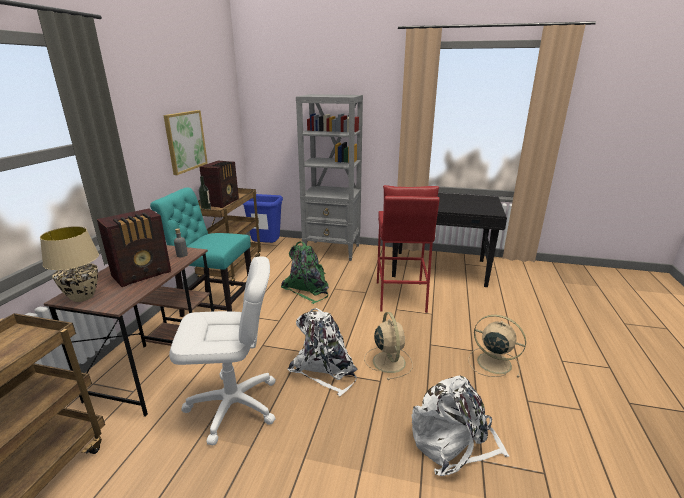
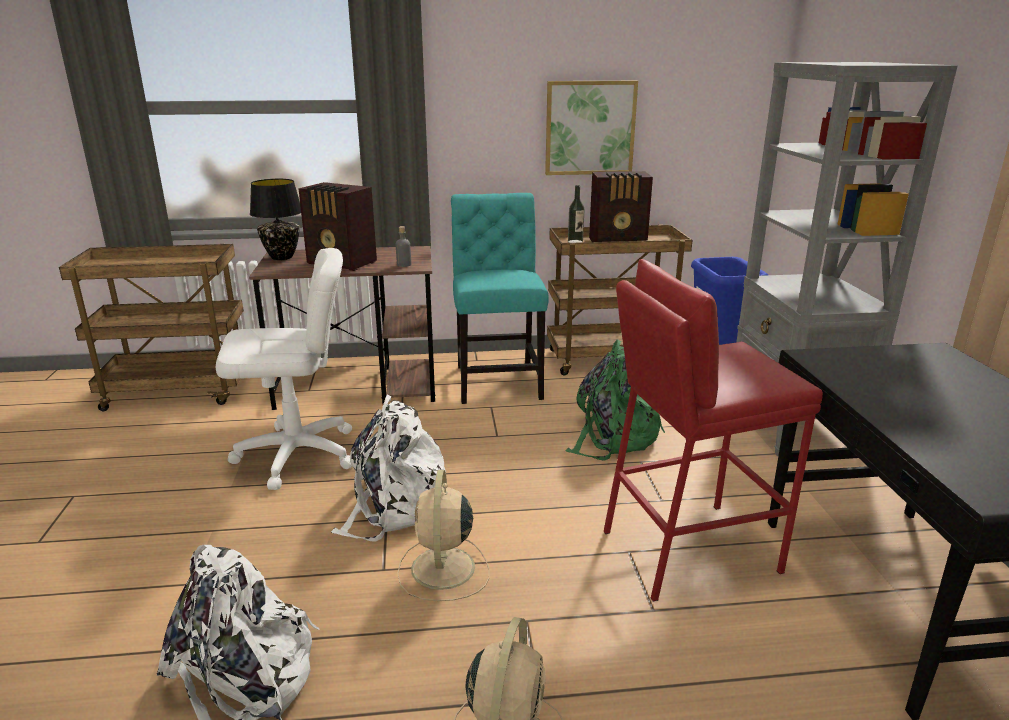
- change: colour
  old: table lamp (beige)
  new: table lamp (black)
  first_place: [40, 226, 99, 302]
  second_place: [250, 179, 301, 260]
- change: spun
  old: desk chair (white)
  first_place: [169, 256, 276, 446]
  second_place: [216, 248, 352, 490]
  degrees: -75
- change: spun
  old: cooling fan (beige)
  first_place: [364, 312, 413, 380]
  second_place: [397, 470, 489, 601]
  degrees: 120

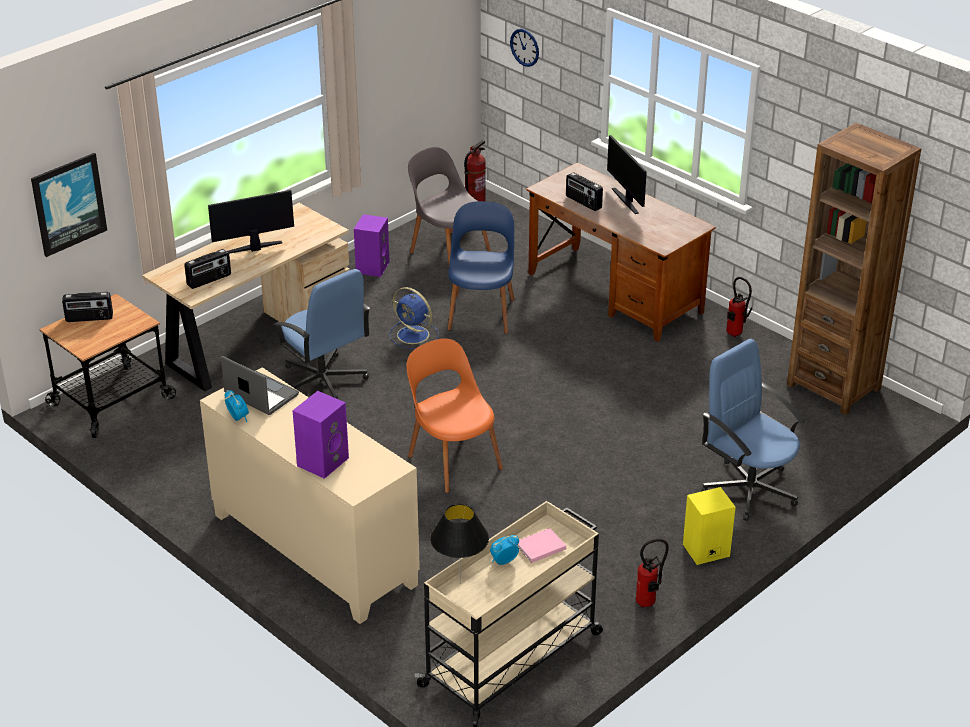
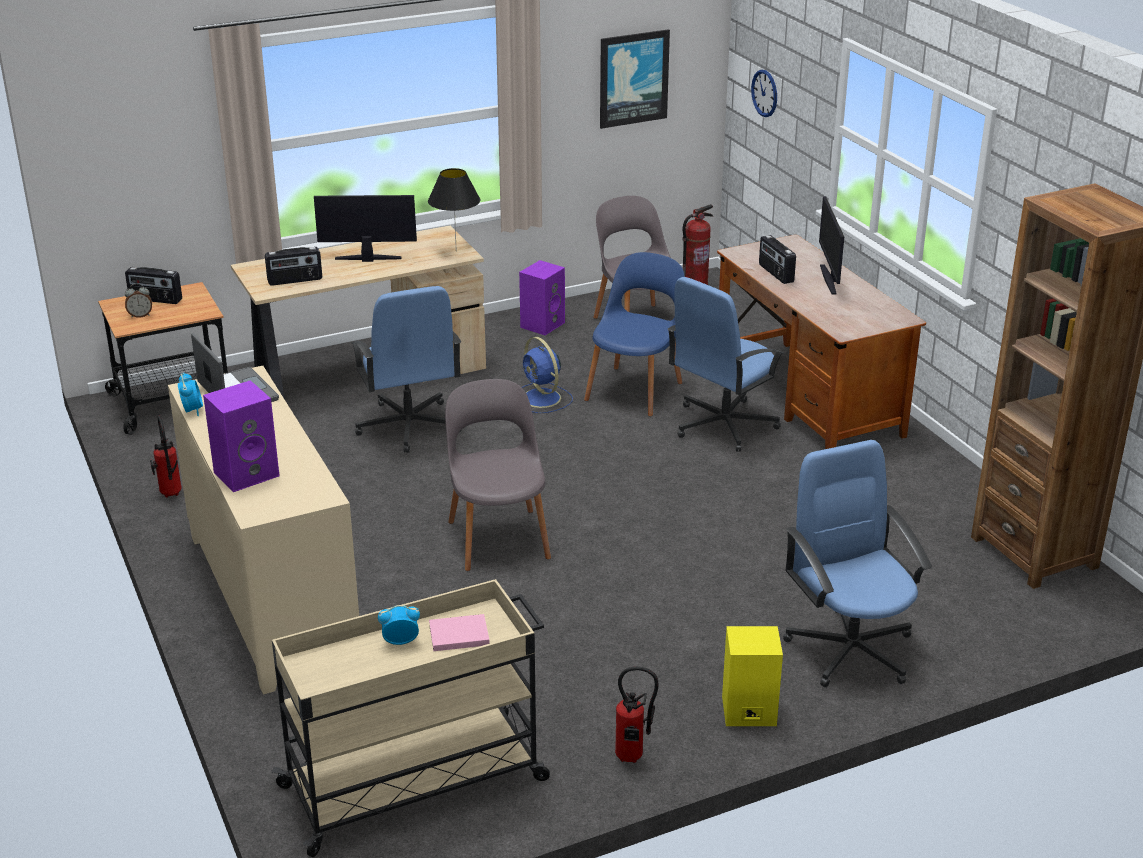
- change: relocated
  old: picture
  first_place: [31, 153, 107, 257]
  second_place: [600, 29, 670, 129]
- change: colour
  old: plain chair (orange-coloured)
  new: plain chair (gray)
  first_place: [407, 338, 503, 493]
  second_place: [445, 379, 551, 571]
- change: relocated
  old: table lamp (black)
  first_place: [430, 504, 489, 584]
  second_place: [428, 168, 480, 251]
- change: relocated
  old: extinguisher
  first_place: [726, 277, 752, 337]
  second_place: [150, 415, 182, 498]
- change: appeared
  new: table clock
  second_place: [125, 283, 152, 318]
- change: appeared
  new: desk chair (bluish)
  second_place: [667, 277, 784, 452]

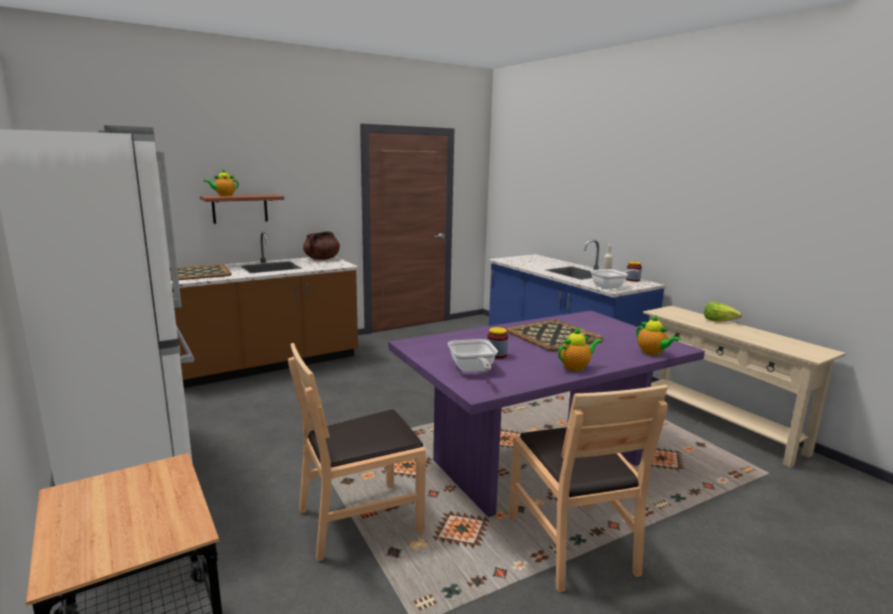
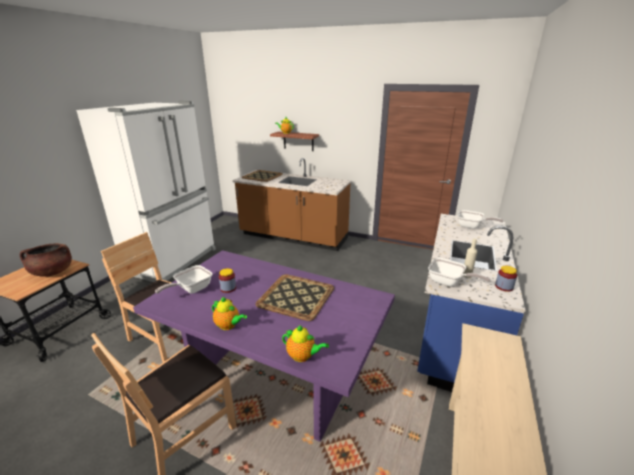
- change: relocated
  old: stockpot (brown-coloured)
  first_place: [303, 231, 340, 260]
  second_place: [20, 243, 72, 277]
- change: spun
  old: tea pot
  first_place: [636, 315, 681, 355]
  second_place: [282, 325, 329, 362]
  degrees: -90
- change: missing
  old: lettuce head
  first_place: [704, 302, 742, 322]
- change: appeared
  new: frying pan
  second_place: [458, 210, 503, 229]

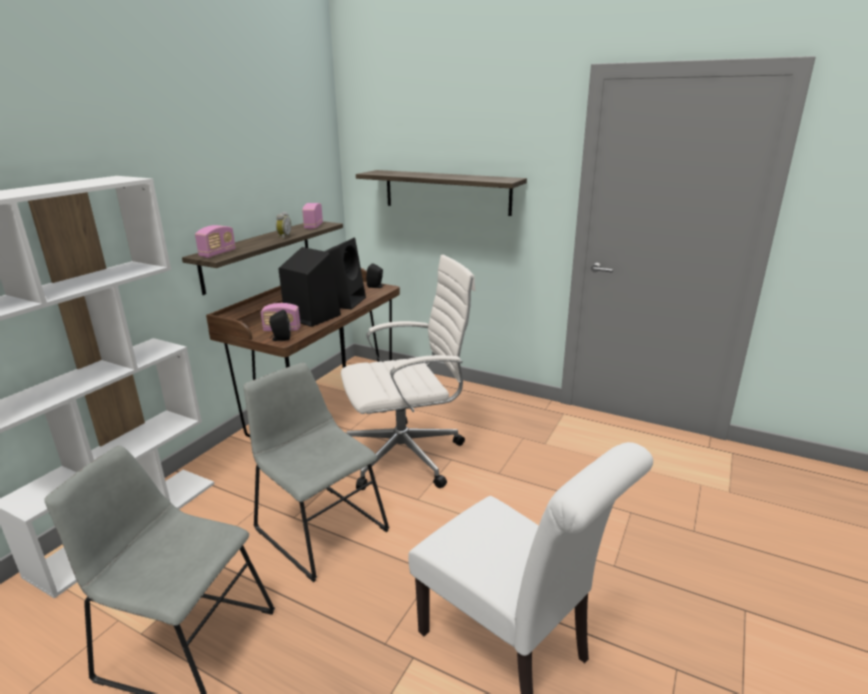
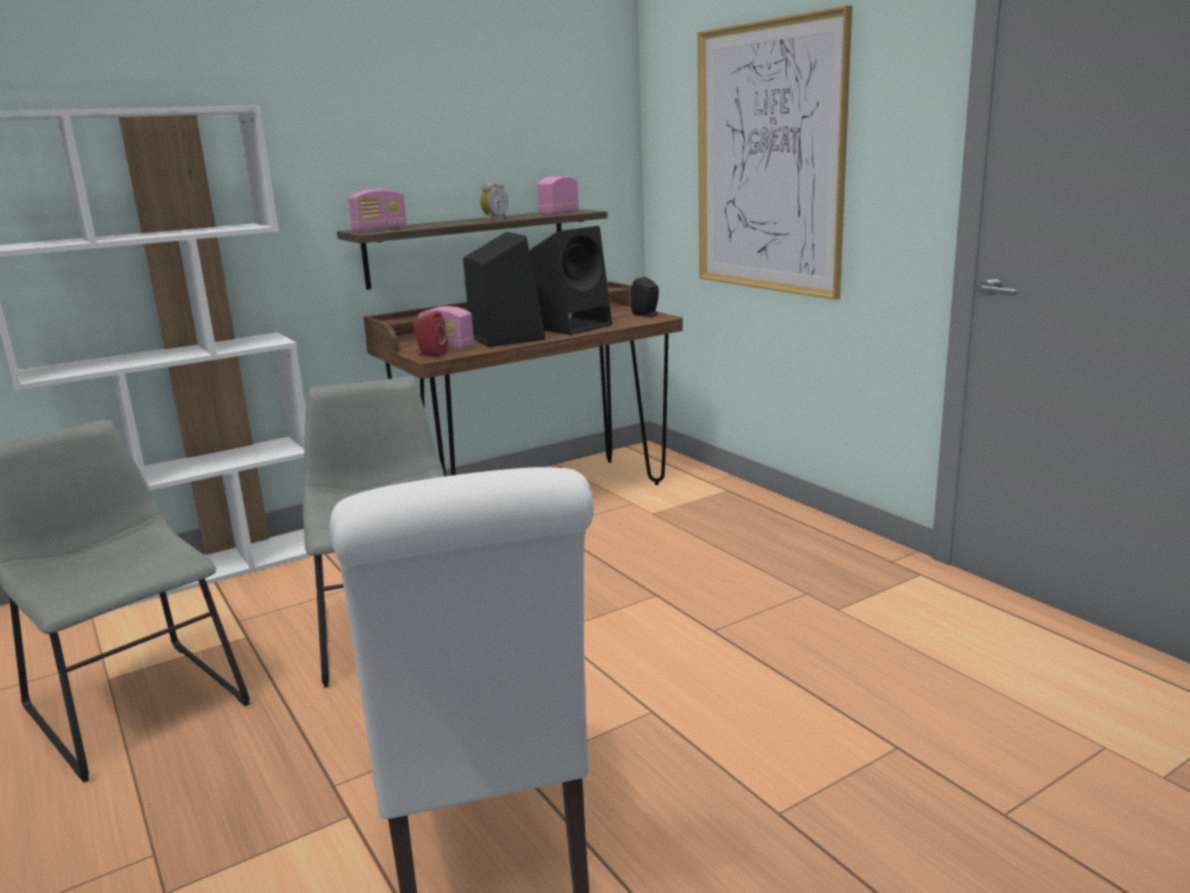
- change: colour
  old: speaker (black)
  new: speaker (red-coloured)
  first_place: [269, 310, 290, 341]
  second_place: [413, 311, 448, 357]
- change: missing
  old: desk chair (white)
  first_place: [341, 255, 476, 490]
- change: exchanged
  old: wall shelf
  new: picture
  first_place: [356, 170, 527, 216]
  second_place: [697, 5, 852, 300]

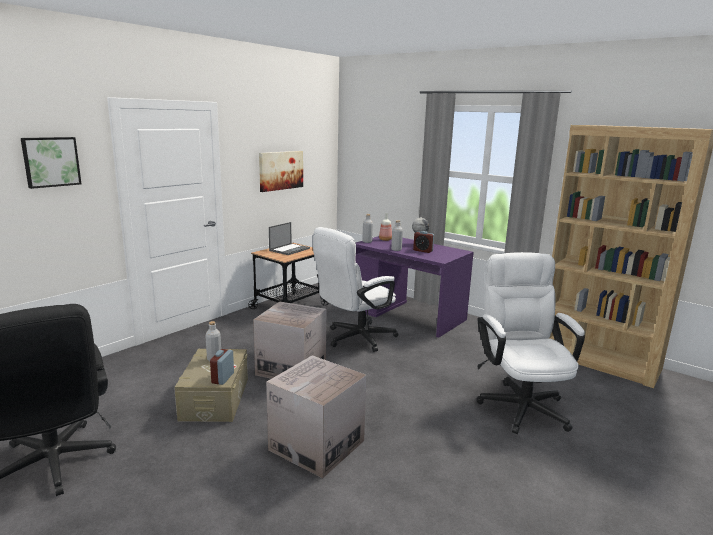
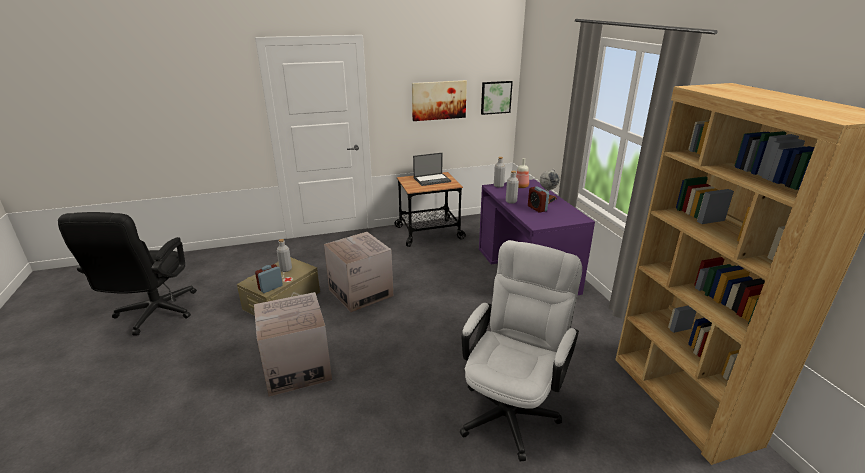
- change: relocated
  old: picture
  first_place: [21, 137, 81, 189]
  second_place: [481, 81, 513, 115]
- change: missing
  old: desk chair (white)
  first_place: [313, 227, 399, 352]

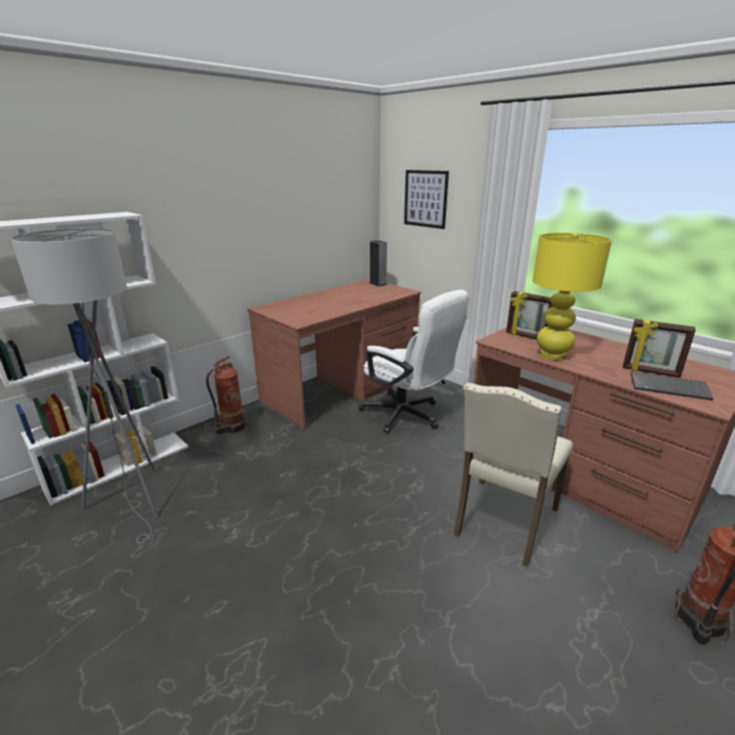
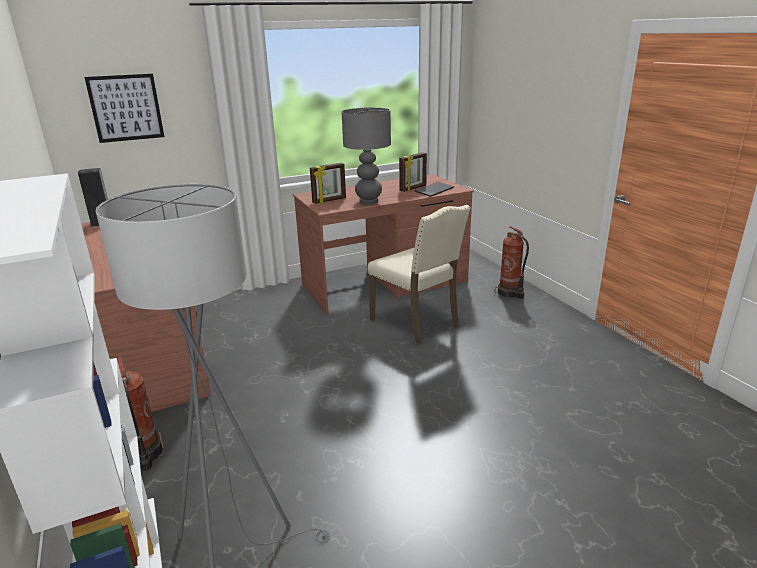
- change: missing
  old: desk chair (white)
  first_place: [359, 290, 469, 434]
- change: colour
  old: table lamp (yellow)
  new: table lamp (gray)
  first_place: [532, 233, 612, 361]
  second_place: [342, 107, 391, 204]

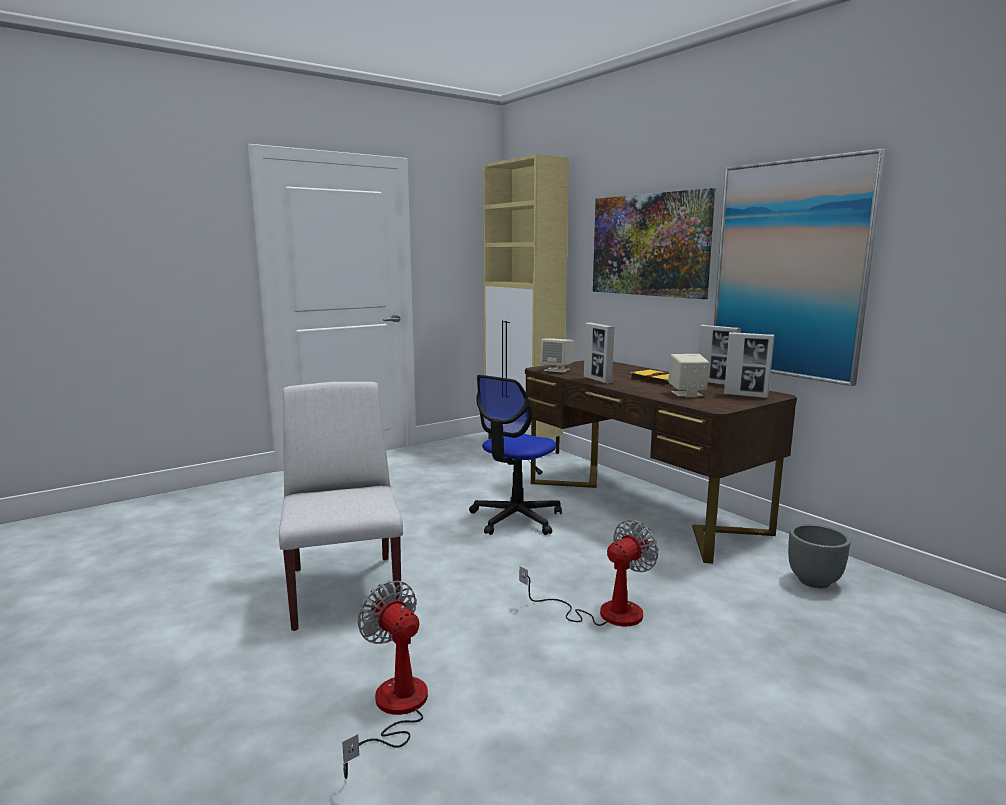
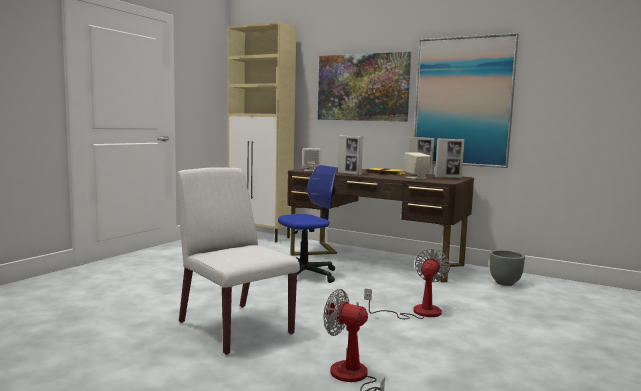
- change: spun
  old: desk chair
  first_place: [469, 375, 562, 535]
  second_place: [278, 165, 337, 283]
  degrees: -135

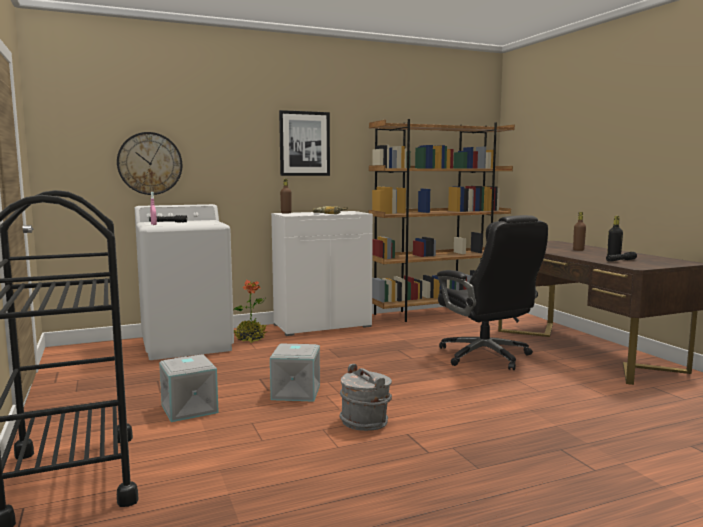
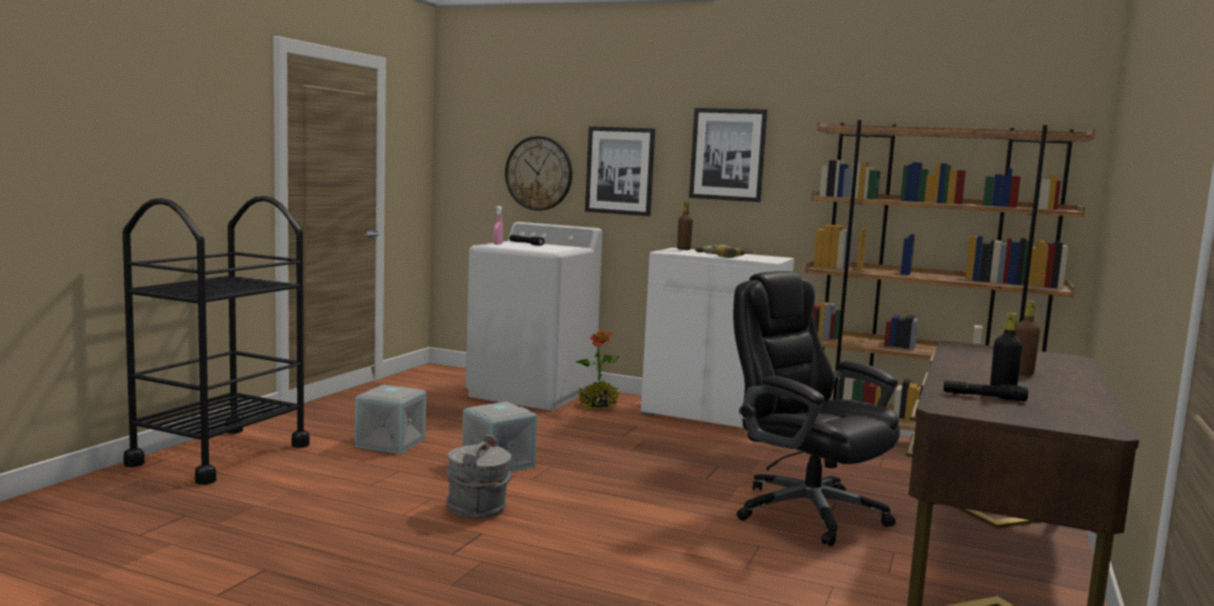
- change: spun
  old: desk chair (black)
  first_place: [437, 215, 548, 370]
  second_place: [733, 271, 900, 546]
  degrees: 120
- change: appeared
  new: picture
  second_place: [585, 126, 655, 216]

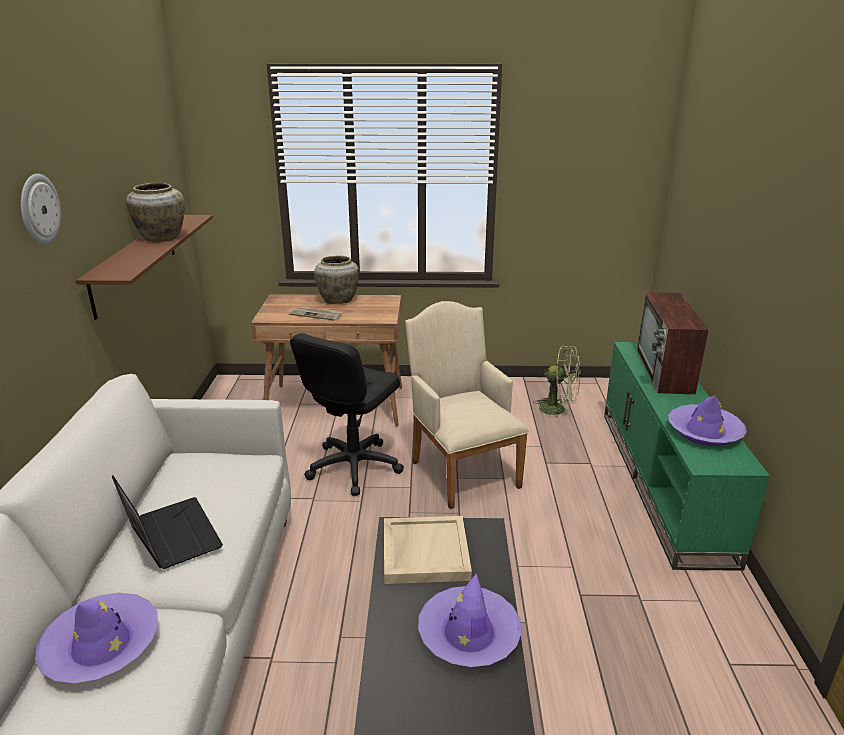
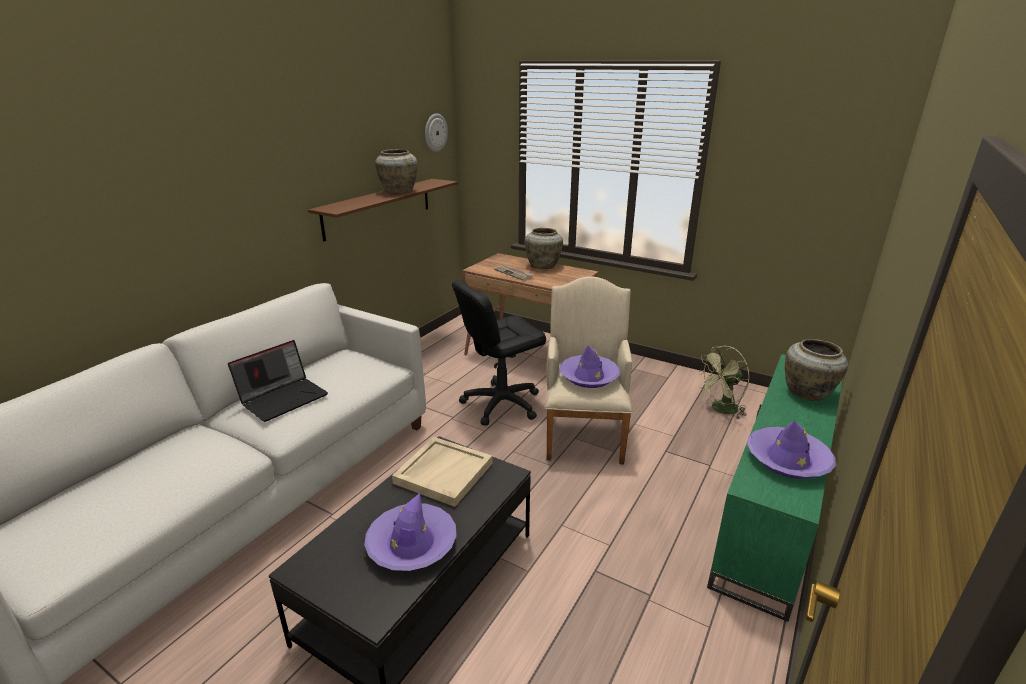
- change: relocated
  old: hanging clock
  first_place: [21, 174, 61, 245]
  second_place: [425, 114, 448, 152]
- change: relocated
  old: hat (purplish)
  first_place: [35, 593, 158, 683]
  second_place: [559, 345, 620, 388]
- change: spun
  old: portable computer
  first_place: [112, 476, 223, 569]
  second_place: [228, 340, 328, 422]
  degrees: 45
- change: spun
  old: cooling fan (green-coloured)
  first_place: [533, 346, 580, 421]
  second_place: [697, 346, 749, 419]
  degrees: 105
- change: exchanged
  old: TV
  new: decorative vase (beige)
  first_place: [637, 292, 708, 395]
  second_place: [785, 339, 848, 401]

